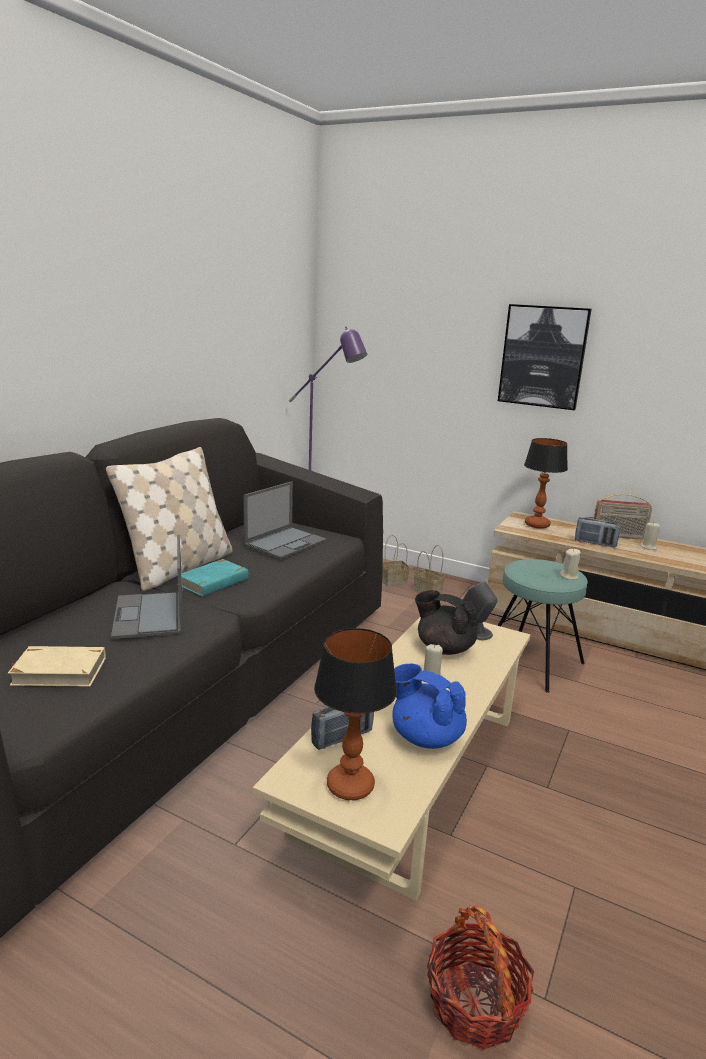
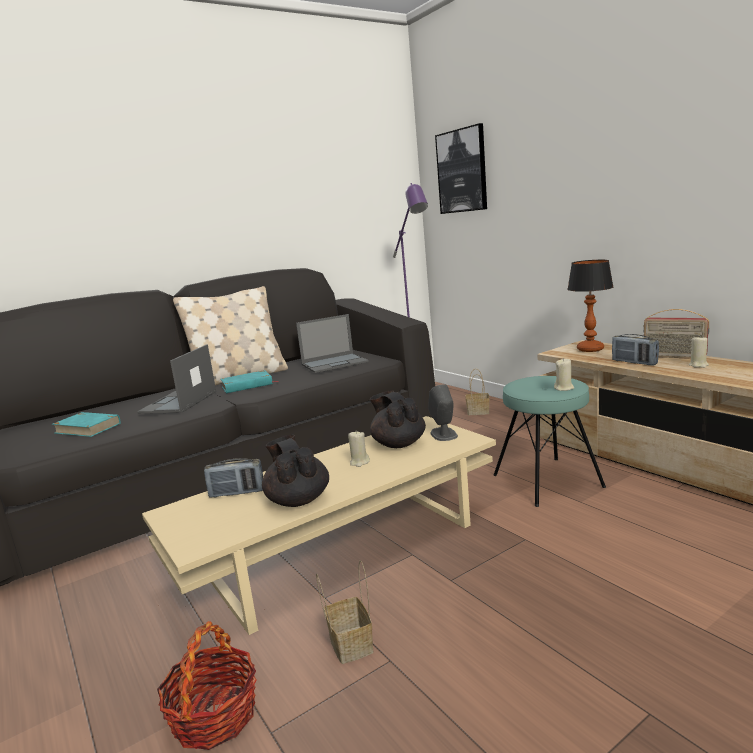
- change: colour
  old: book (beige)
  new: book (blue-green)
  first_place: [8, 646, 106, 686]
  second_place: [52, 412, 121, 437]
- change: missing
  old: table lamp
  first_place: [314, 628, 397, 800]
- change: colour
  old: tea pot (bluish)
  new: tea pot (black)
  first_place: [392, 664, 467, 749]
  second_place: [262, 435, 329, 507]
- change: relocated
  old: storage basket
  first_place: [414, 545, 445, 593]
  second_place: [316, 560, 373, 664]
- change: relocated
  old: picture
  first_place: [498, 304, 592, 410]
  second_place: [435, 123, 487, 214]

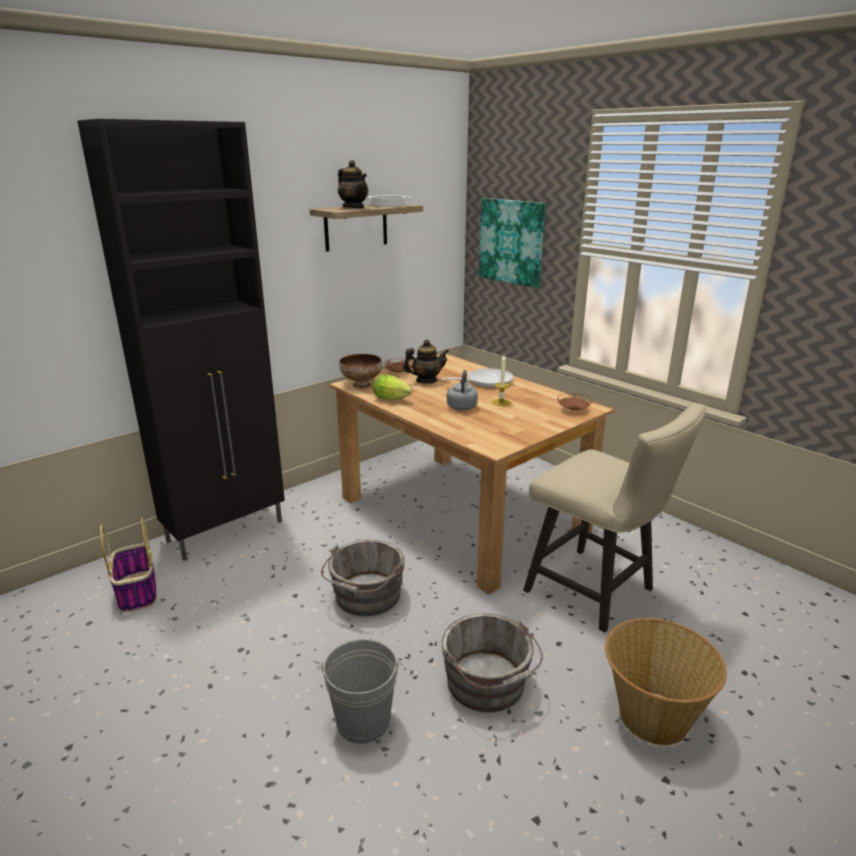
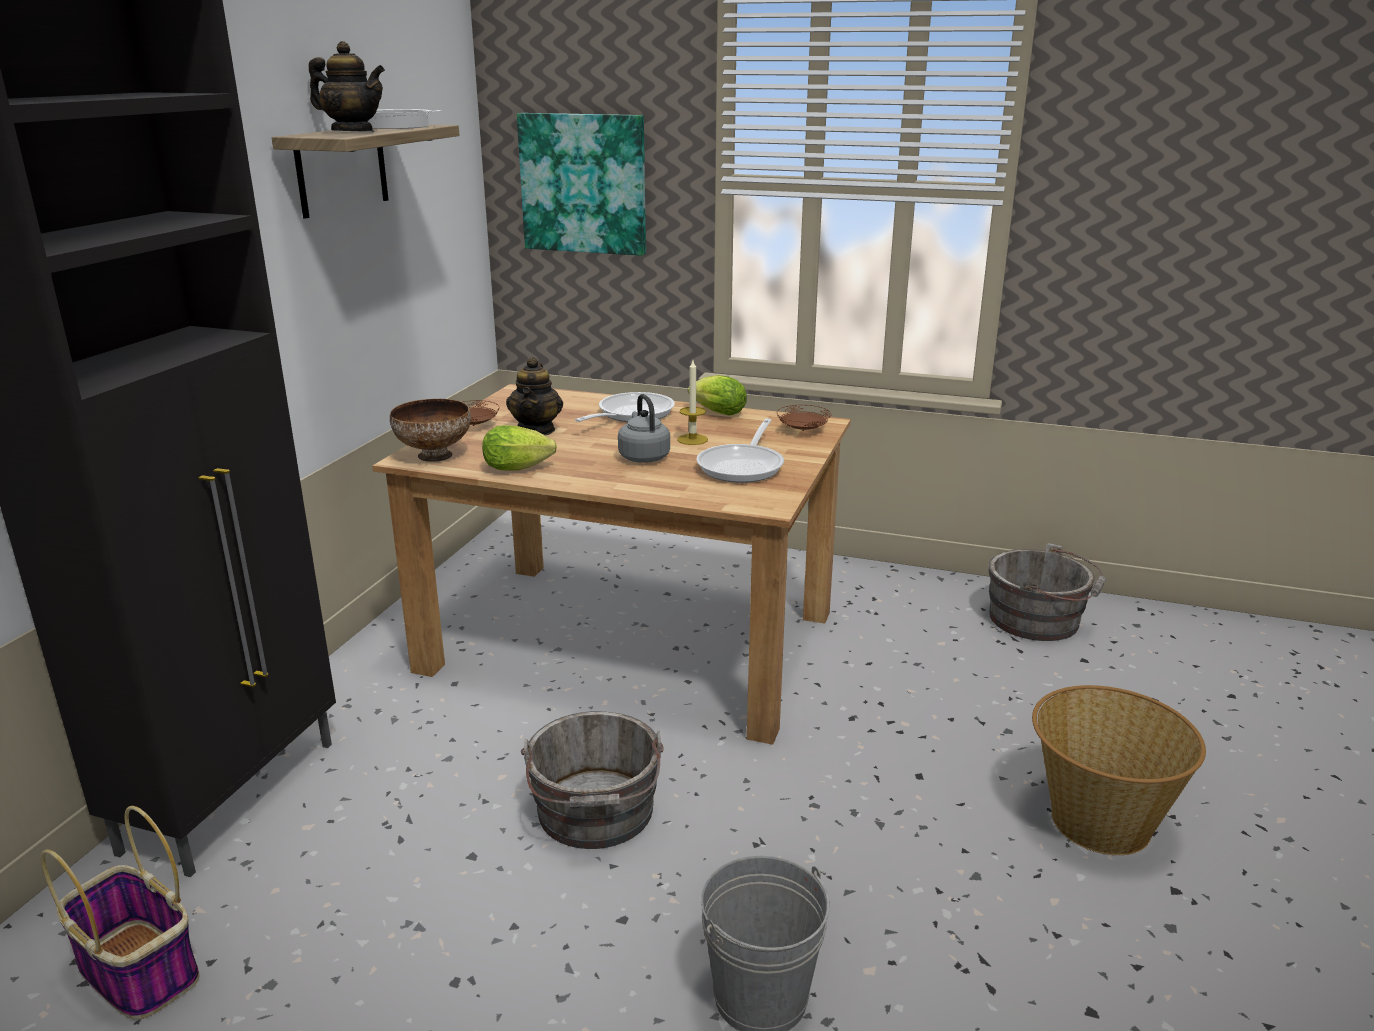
- change: spun
  old: tea pot
  first_place: [403, 339, 449, 384]
  second_place: [506, 357, 563, 435]
  degrees: 135
- change: relocated
  old: pail (gray)
  first_place: [442, 614, 543, 712]
  second_place: [988, 543, 1106, 641]
- change: missing
  old: plain chair (beige)
  first_place: [523, 403, 706, 633]
- change: appeared
  new: lettuce head
  second_place: [688, 375, 747, 415]
- change: appeared
  new: frying pan
  second_place: [697, 418, 784, 483]

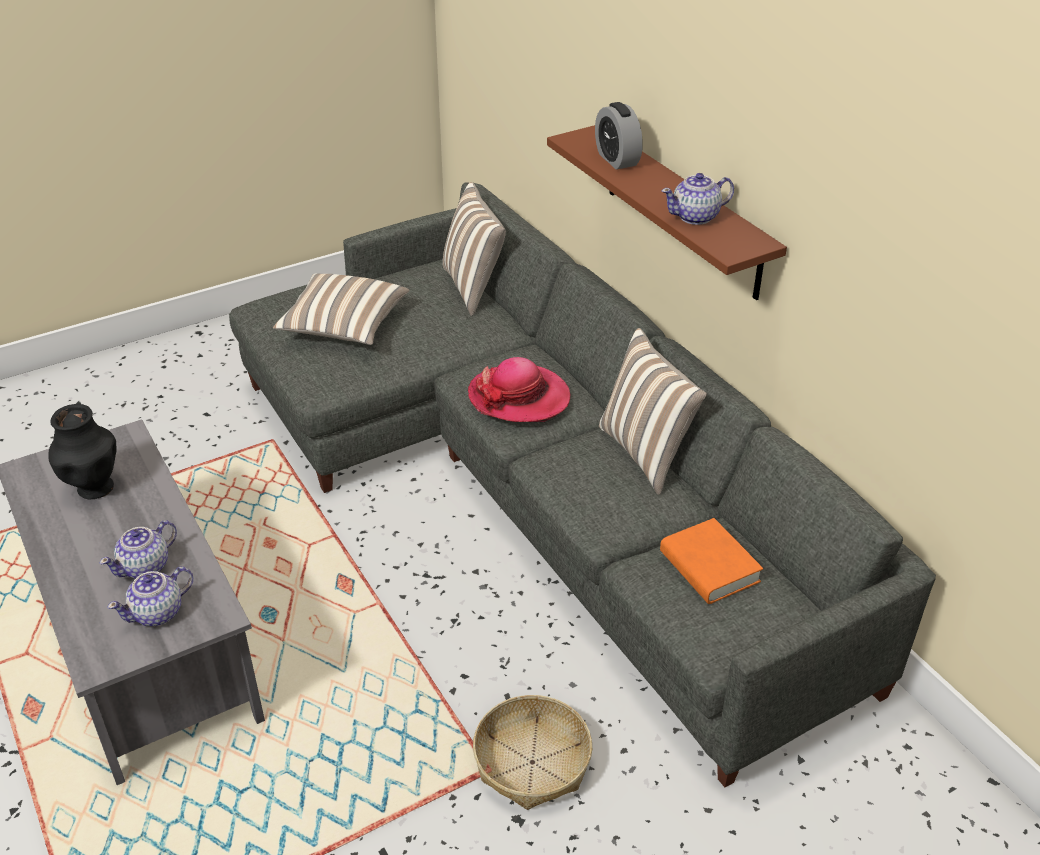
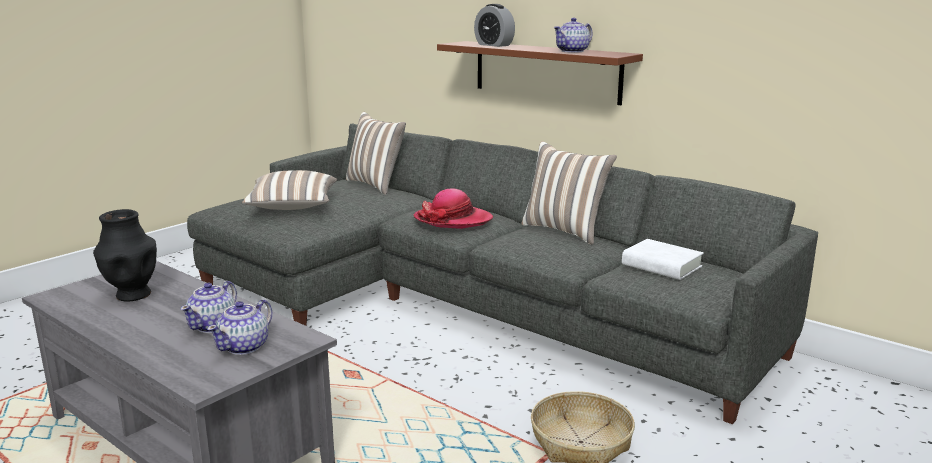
- change: colour
  old: book (orange-coloured)
  new: book (white)
  first_place: [660, 518, 763, 604]
  second_place: [622, 239, 704, 280]

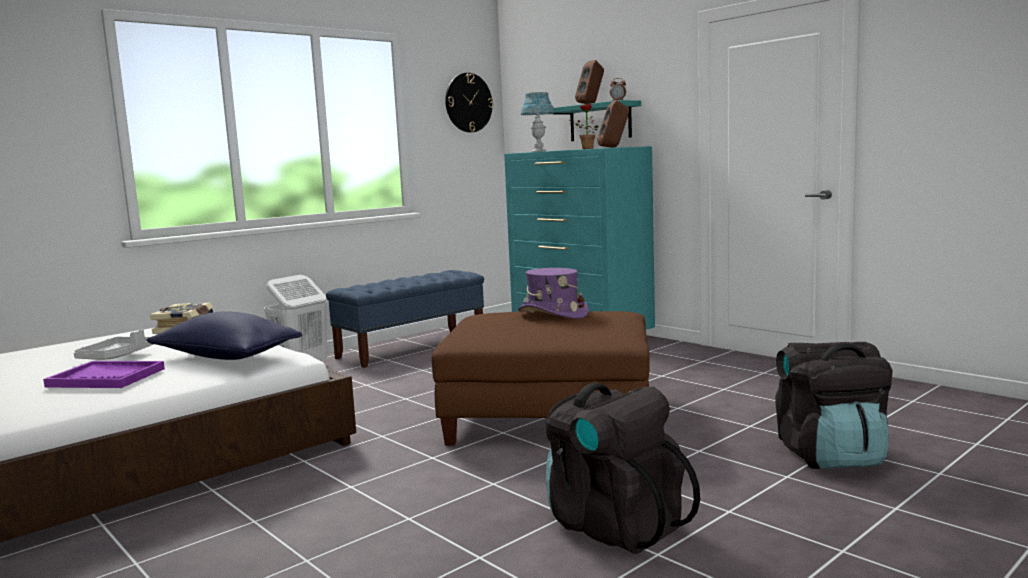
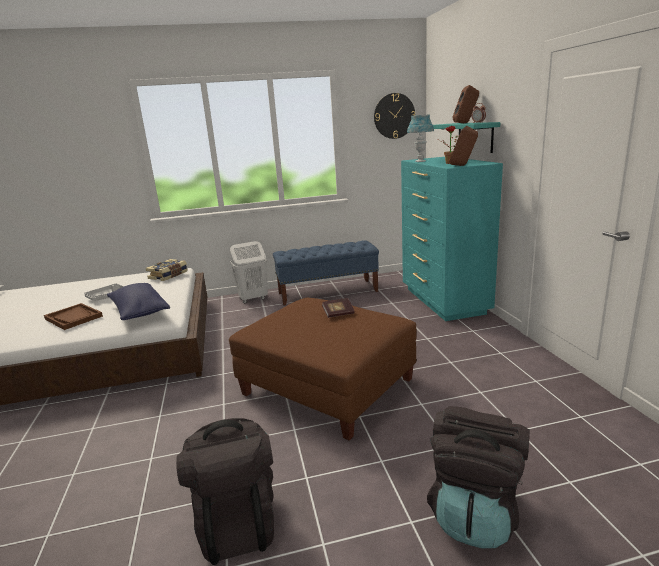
- change: colour
  old: carrying tray (purplish)
  new: carrying tray (brown-coloured)
  first_place: [43, 361, 165, 388]
  second_place: [44, 303, 103, 330]
- change: exchanged
  old: hat (purplish)
  new: book
  first_place: [518, 268, 589, 319]
  second_place: [322, 298, 355, 318]

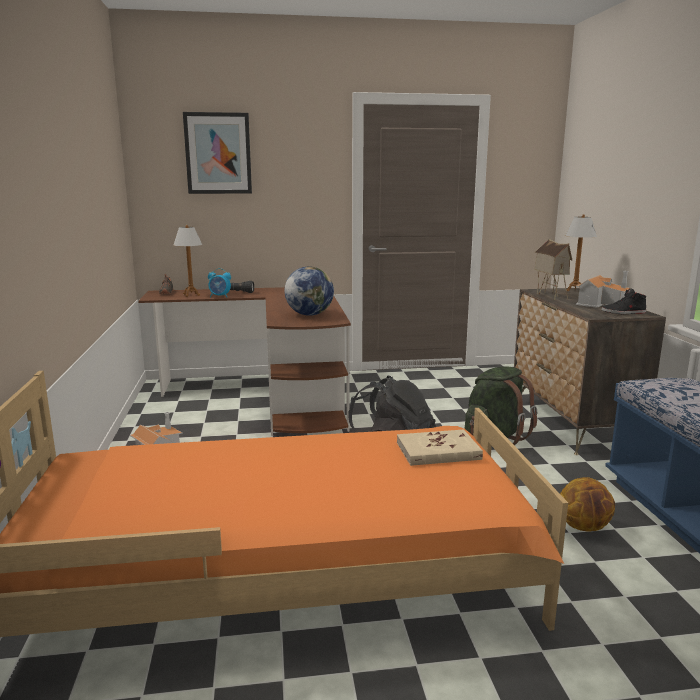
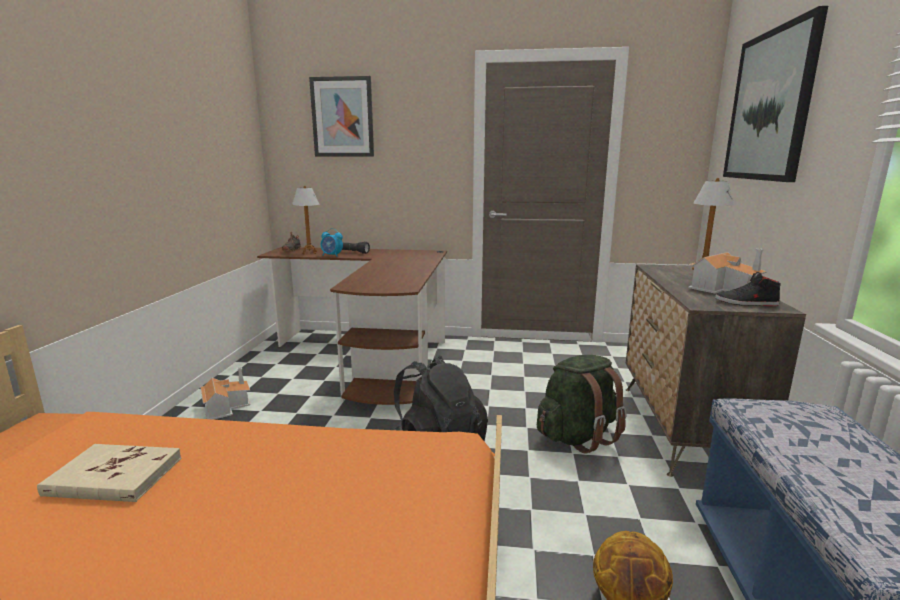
- change: missing
  old: world globe
  first_place: [284, 266, 334, 316]
- change: relocated
  old: book (beige)
  first_place: [397, 429, 483, 466]
  second_place: [37, 444, 181, 502]
- change: missing
  old: toy house
  first_place: [534, 239, 572, 300]
- change: appeared
  new: picture
  second_place: [723, 6, 828, 182]

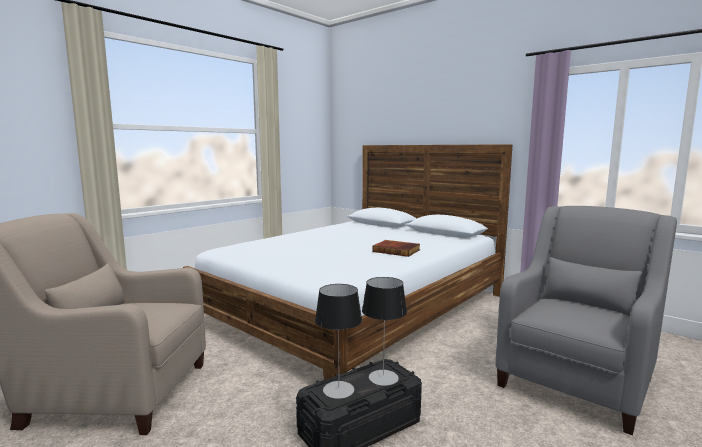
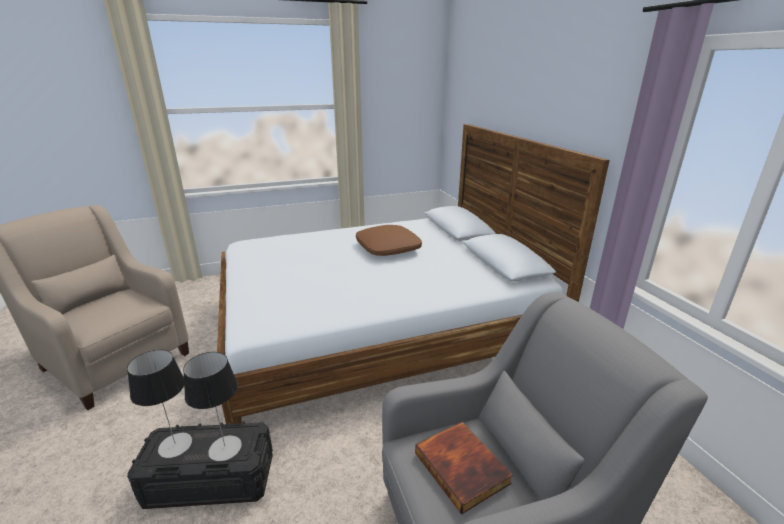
- change: relocated
  old: book
  first_place: [372, 240, 420, 257]
  second_place: [415, 422, 513, 514]
- change: appeared
  new: pillow (brown-coloured)
  second_place: [356, 225, 422, 256]

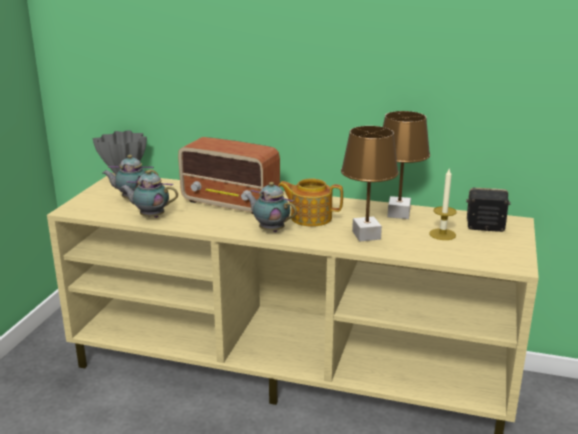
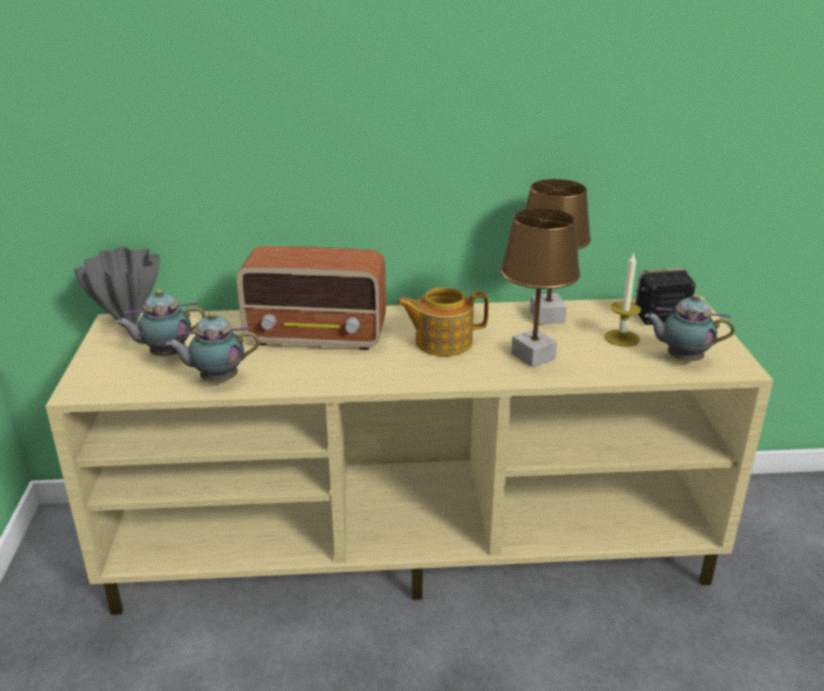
- change: relocated
  old: tea pot
  first_place: [245, 182, 297, 232]
  second_place: [645, 294, 735, 361]

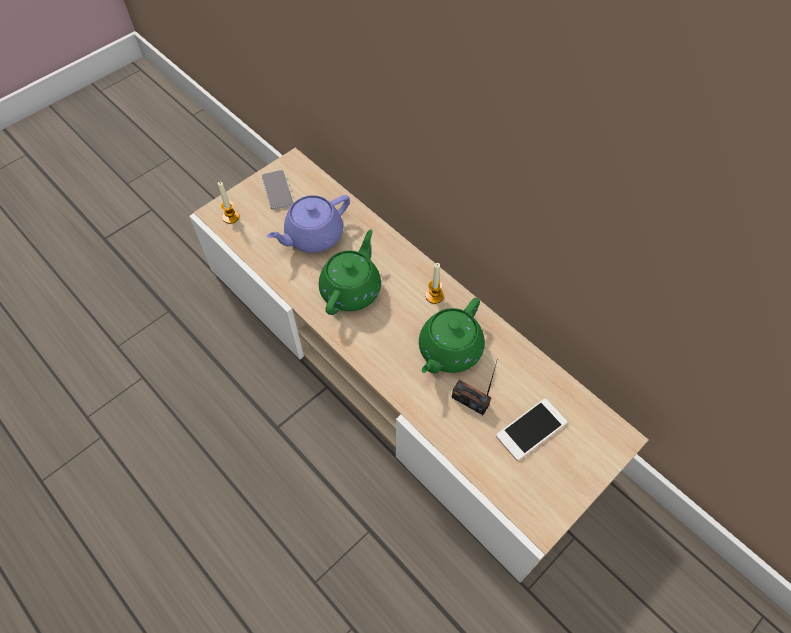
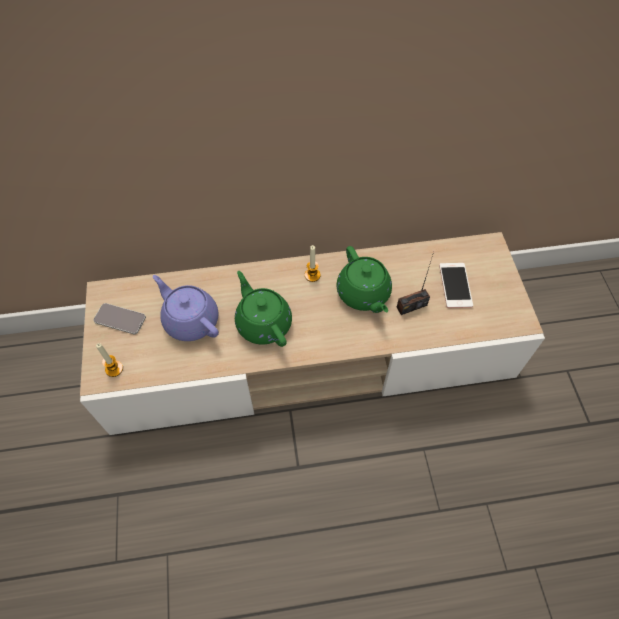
- change: spun
  old: tea pot (purplish)
  first_place: [266, 195, 350, 253]
  second_place: [153, 275, 219, 341]
  degrees: 135

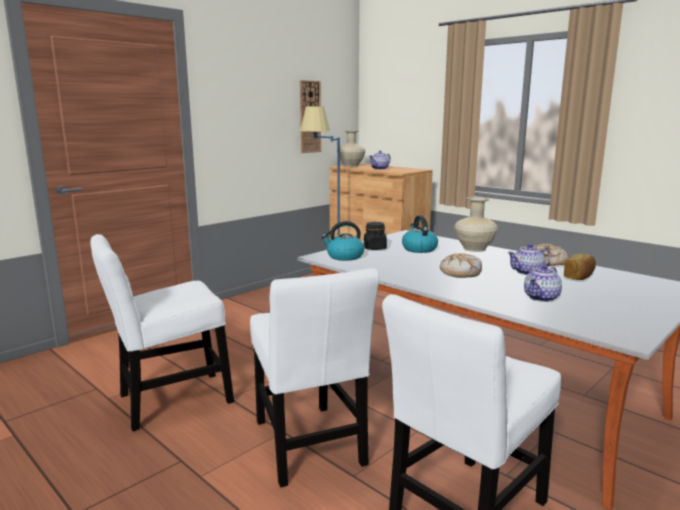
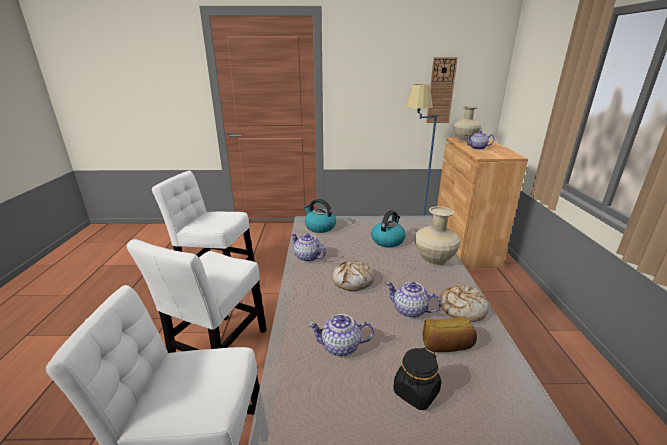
- change: relocated
  old: preserve jar (black)
  first_place: [364, 222, 387, 250]
  second_place: [393, 347, 442, 410]
- change: appeared
  new: tea pot
  second_place: [291, 233, 326, 262]

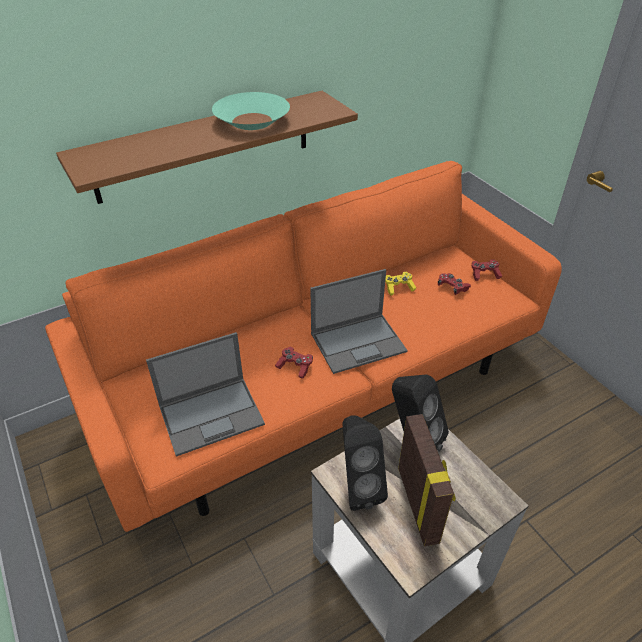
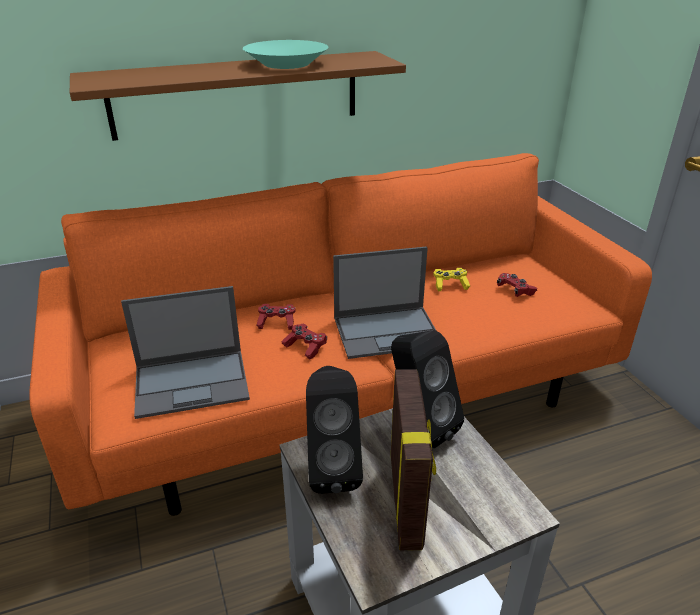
- change: relocated
  old: joypad (red-coloured)
  first_place: [472, 259, 502, 281]
  second_place: [256, 304, 296, 330]

